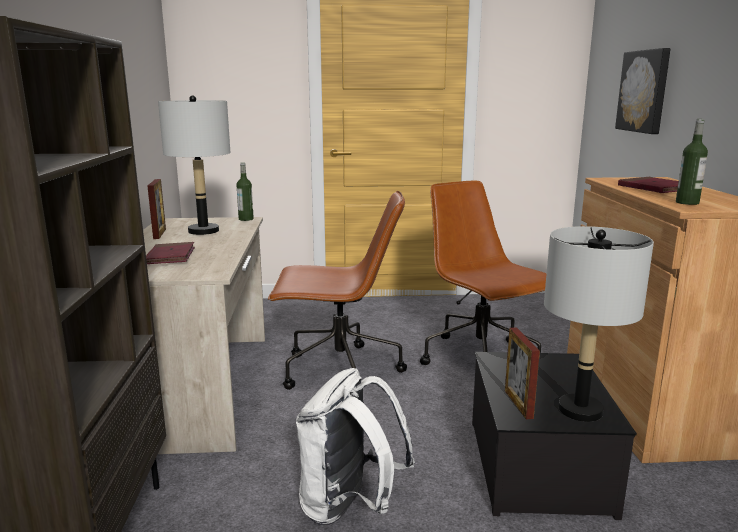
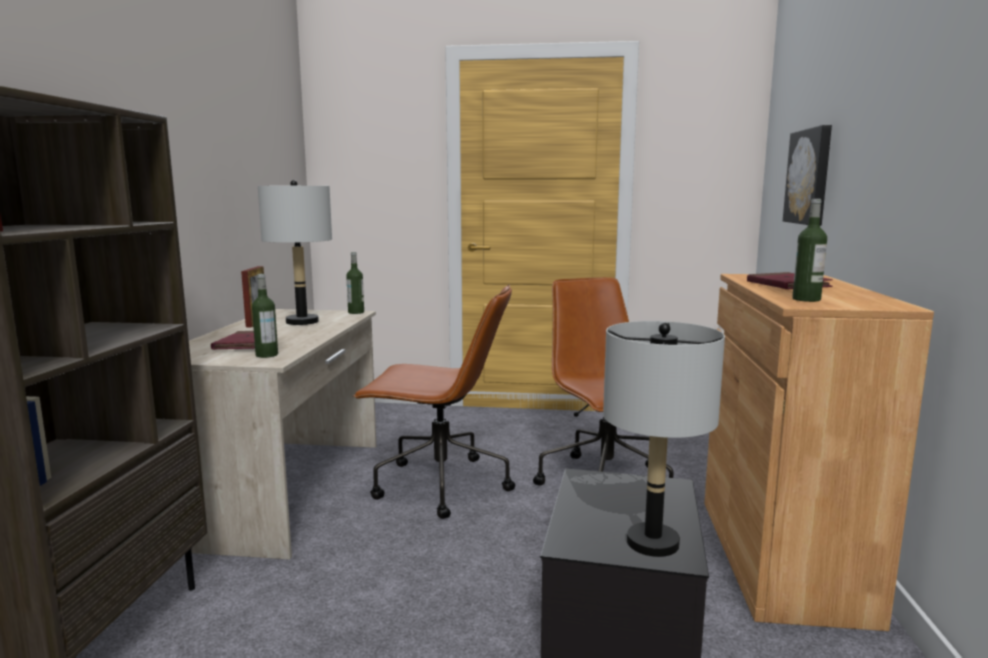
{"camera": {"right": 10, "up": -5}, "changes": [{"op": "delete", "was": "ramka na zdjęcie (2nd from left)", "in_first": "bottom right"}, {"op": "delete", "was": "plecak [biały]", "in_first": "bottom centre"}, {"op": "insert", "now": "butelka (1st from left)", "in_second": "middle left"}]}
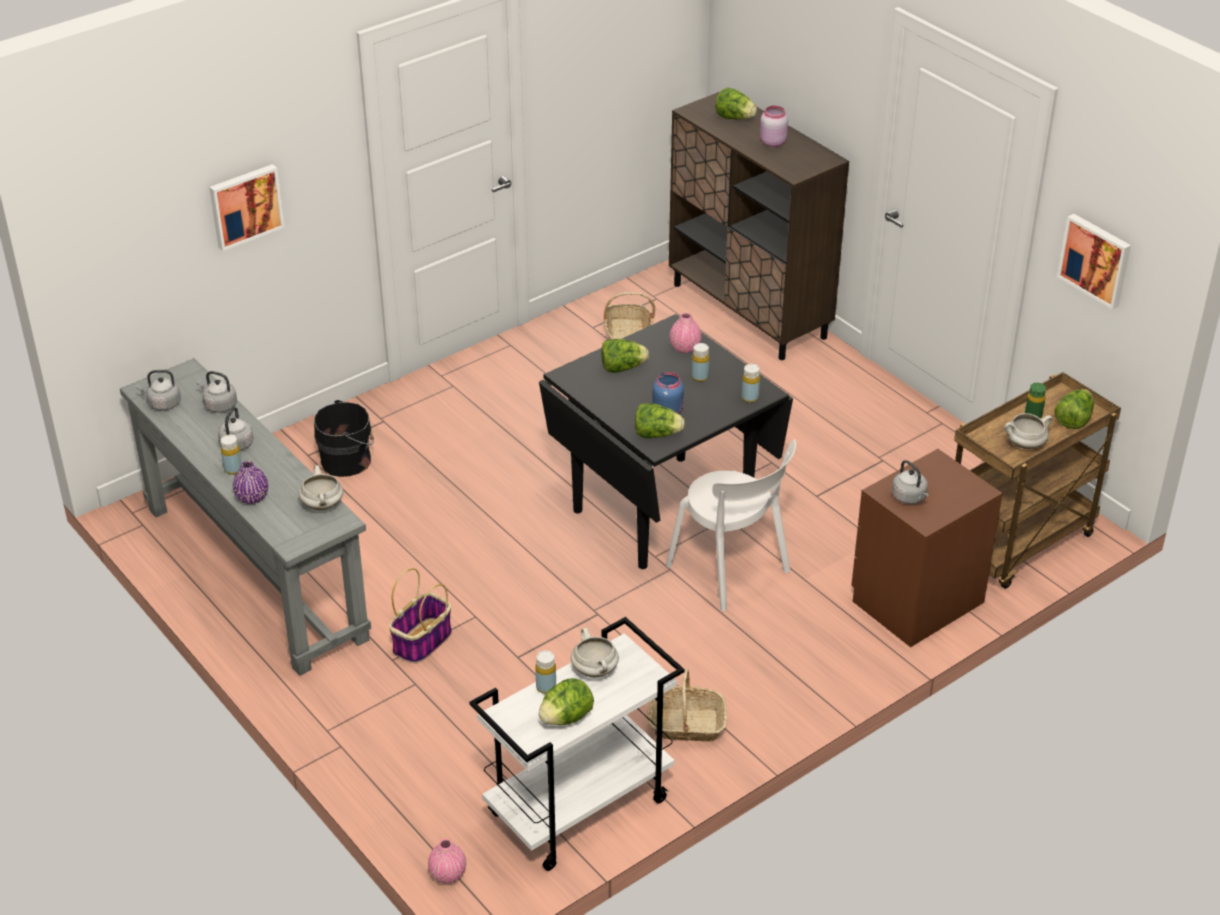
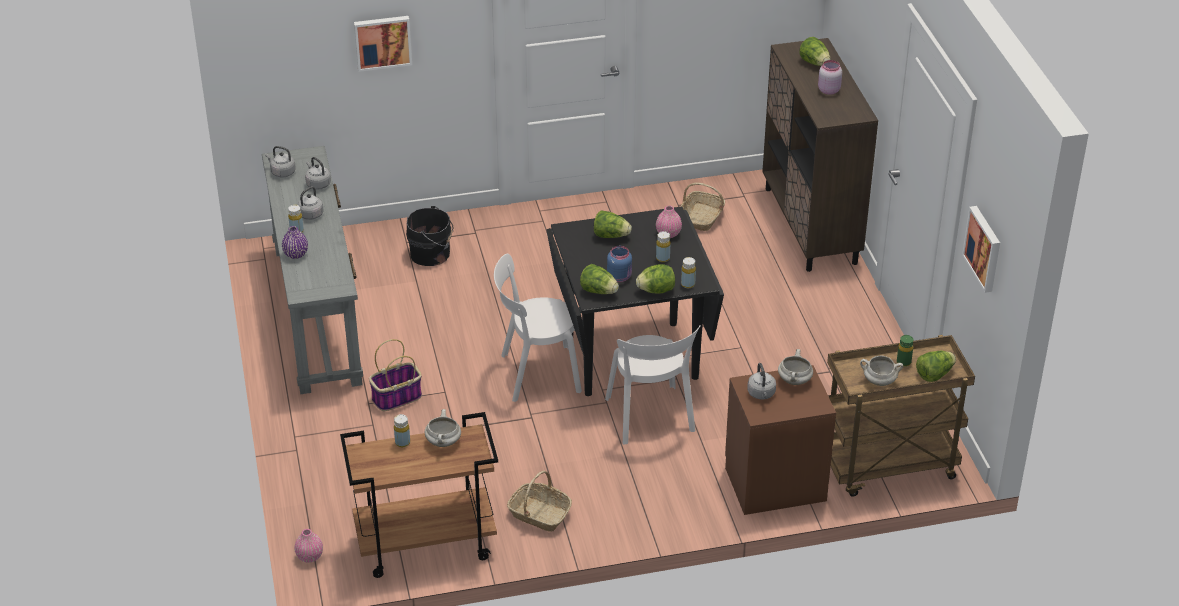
{"camera": {"right": 25, "up": 0}, "changes": [{"op": "move", "was": "garnek [biały] (1st from left in the first image)", "now": "garnek [biały] (2nd from left)", "in_first": "middle left", "in_second": "middle right"}, {"op": "recolor", "was": "wózek [biały]", "now": "wózek [brązowy] (1st from left)", "in_first": "bottom centre", "in_second": "bottom centre"}, {"op": "move", "was": "sałata (1st from left in the first image)", "now": "sałata (3rd from left)", "in_first": "bottom centre", "in_second": "centre"}, {"op": "insert", "now": "krzesło [biały] (1st from left)", "in_second": "centre"}]}
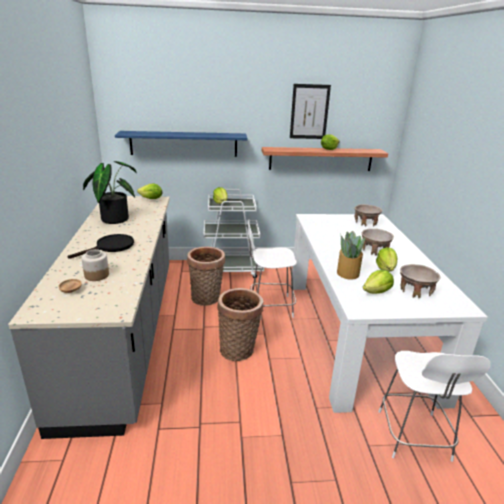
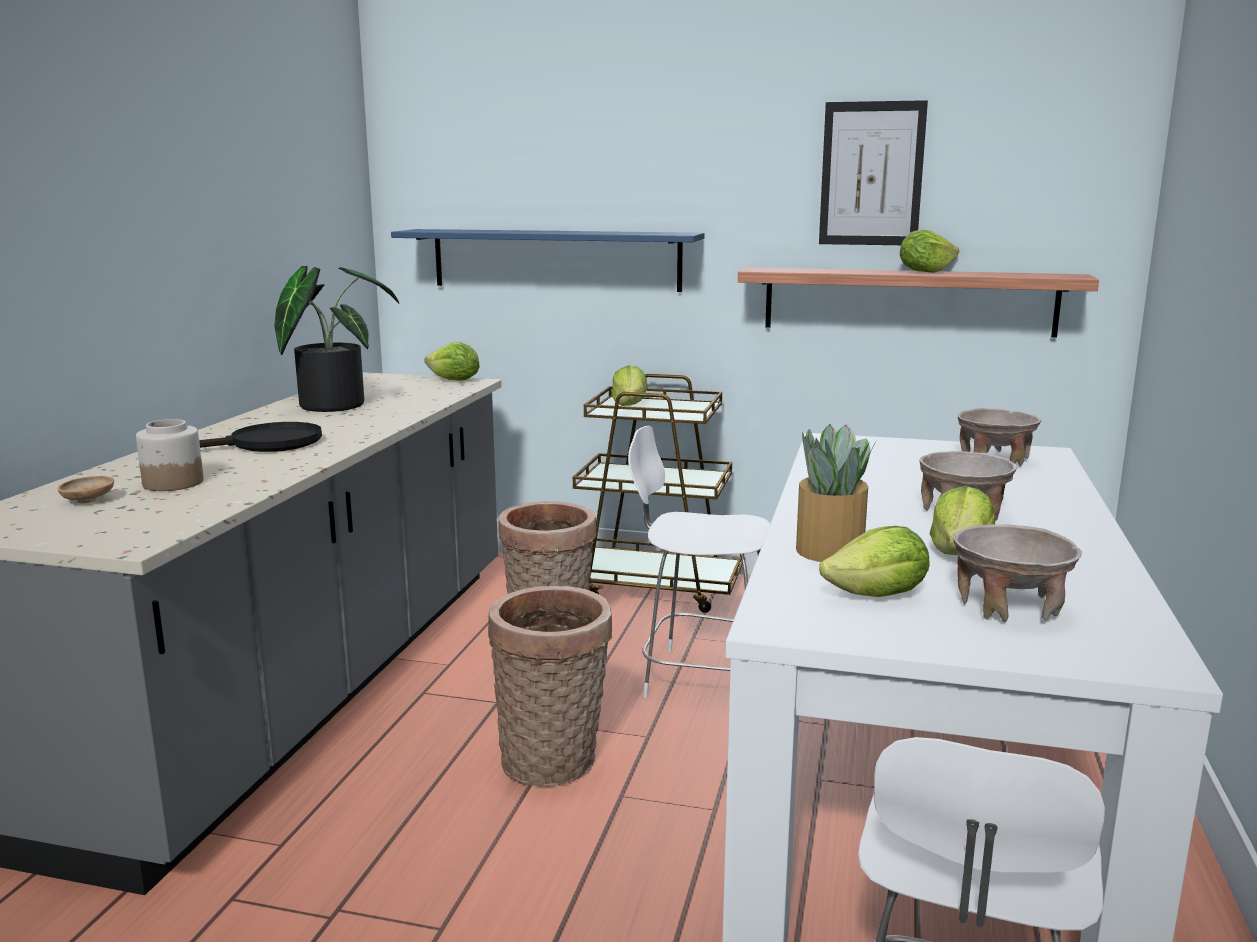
{"camera": {"right": 20, "up": -10}, "changes": [{"op": "recolor", "was": "wózek [biały]", "now": "wózek [brązowy]", "in_first": "centre", "in_second": "centre"}]}
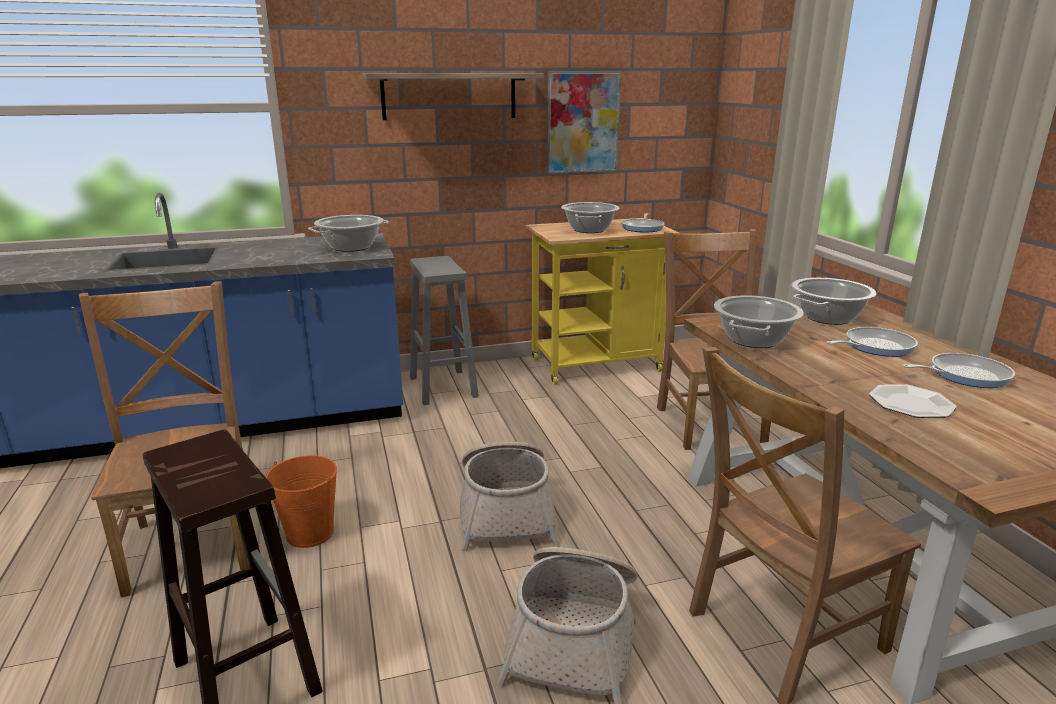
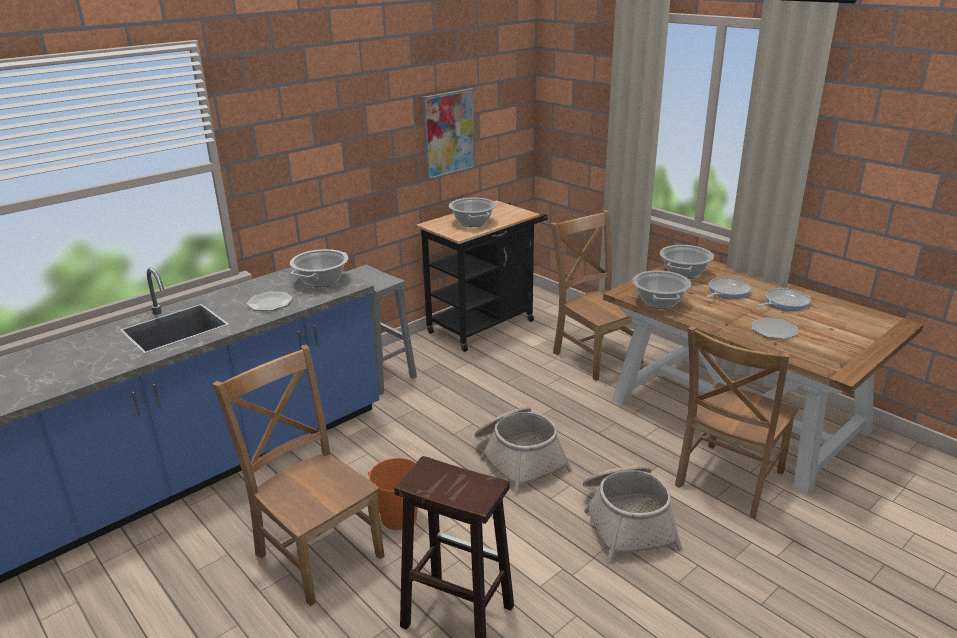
{"camera": {"right": -25, "up": 5}, "changes": [{"op": "delete", "was": "półka", "in_first": "top centre"}, {"op": "delete", "was": "patelnia (1st from left)", "in_first": "top centre"}, {"op": "recolor", "was": "wózek [żółty]", "now": "wózek [czarny]", "in_first": "centre", "in_second": "centre"}, {"op": "insert", "now": "talerz (1st from left)", "in_second": "middle left"}]}
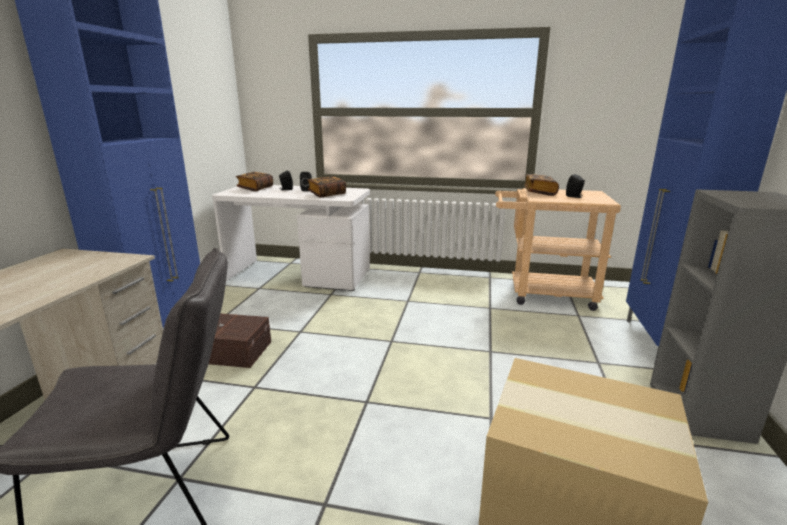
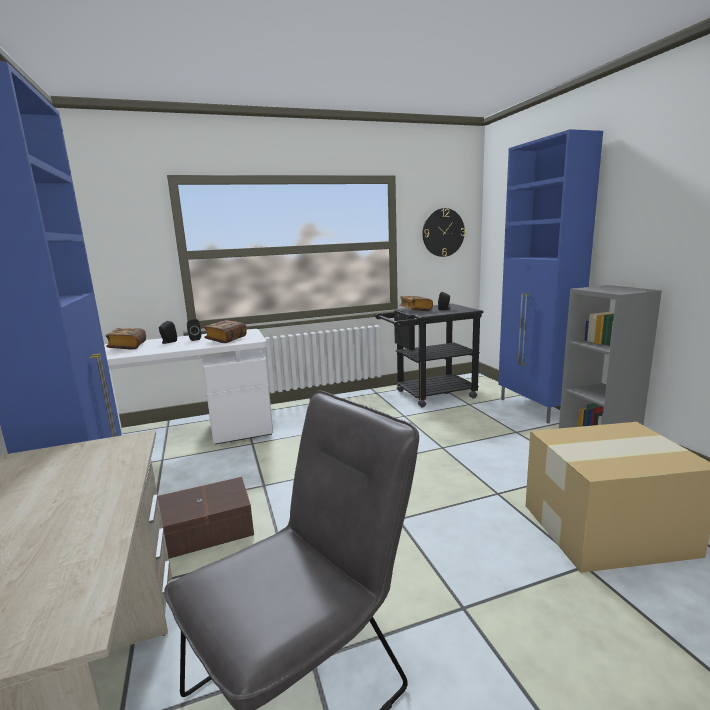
{"camera": {"right": -30, "up": -5}, "changes": [{"op": "recolor", "was": "wózek [beżowy]", "now": "wózek [czarny]", "in_first": "middle right", "in_second": "centre"}, {"op": "insert", "now": "zegar ścienny", "in_second": "top centre"}]}
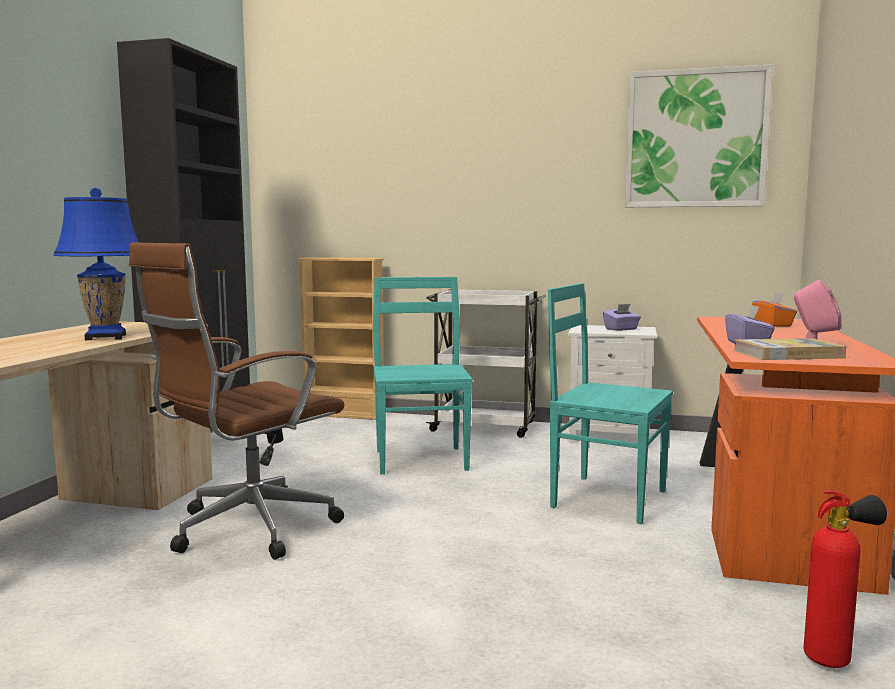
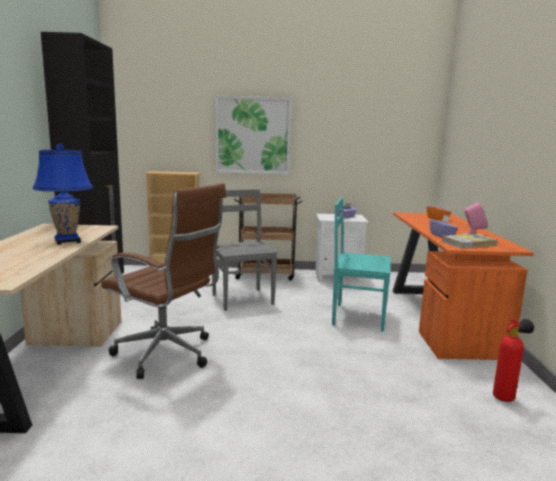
{"camera": {"right": -15, "up": 5}, "changes": [{"op": "move", "was": "obraz", "in_first": "top right", "in_second": "top centre"}, {"op": "rotate", "was": "krzesło biurowe [brązowy]", "in_first": "middle left", "in_second": "middle left", "clockwise": -90}, {"op": "recolor", "was": "krzesło [turkusowy] (1st from left)", "now": "krzesło [szary]", "in_first": "centre", "in_second": "centre"}, {"op": "recolor", "was": "wózek [biały]", "now": "wózek [brązowy]", "in_first": "centre", "in_second": "centre"}]}
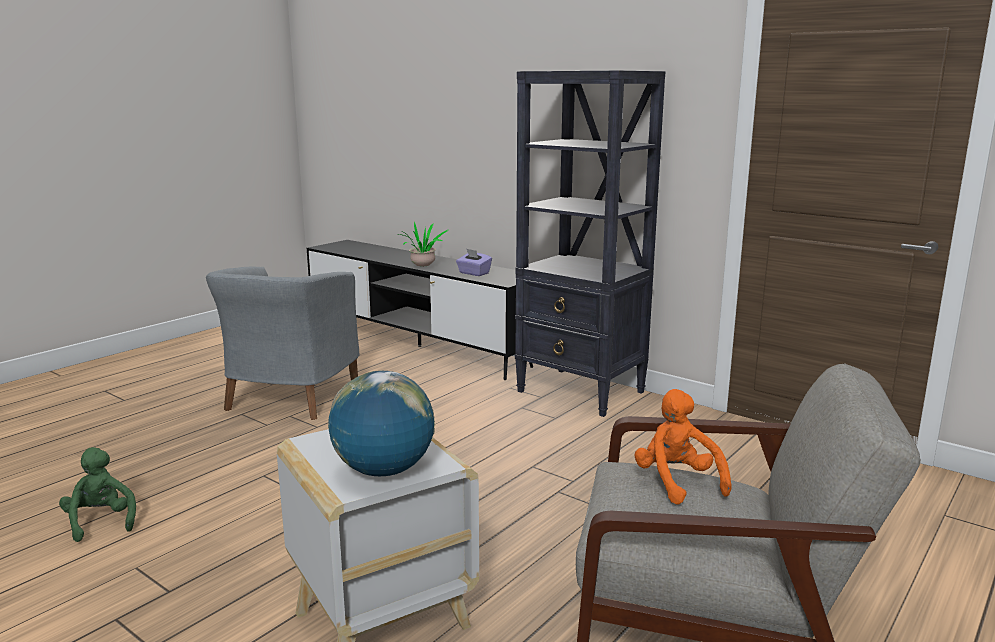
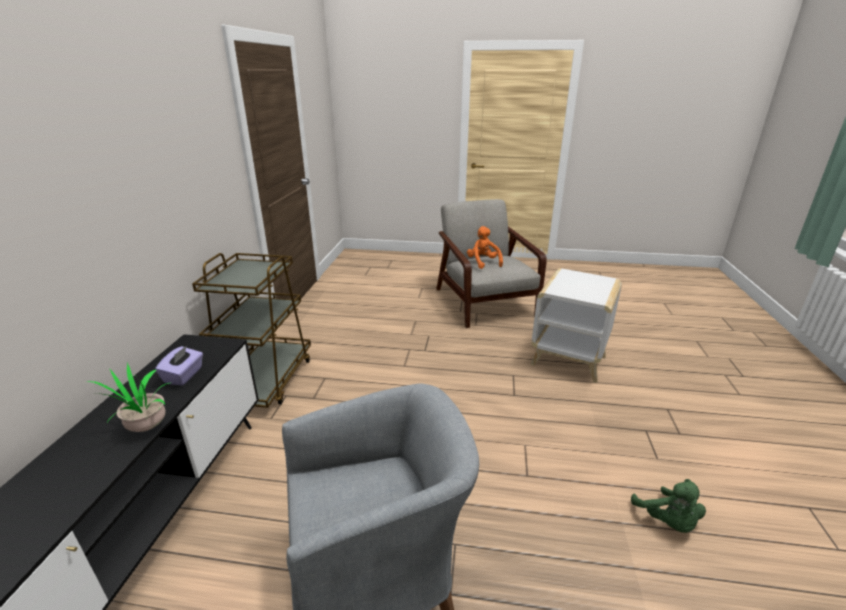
{"camera": {"right": -120, "up": 10}, "changes": [{"op": "replace", "was": "regał [czarny]", "now": "wózek [brązowy]", "in_first": "centre", "in_second": "middle left"}, {"op": "delete", "was": "globus", "in_first": "centre"}, {"op": "rotate", "was": "pluszak [pomarańczowy]", "in_first": "bottom right", "in_second": "centre", "clockwise": 120}, {"op": "rotate", "was": "pluszak [zielony]", "in_first": "bottom left", "in_second": "bottom right", "clockwise": -45}]}
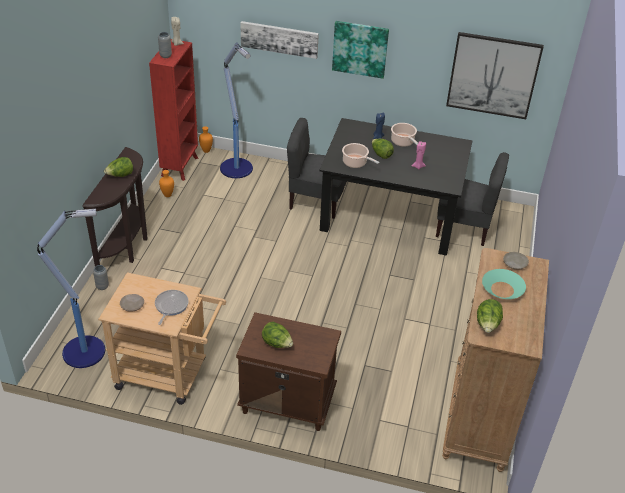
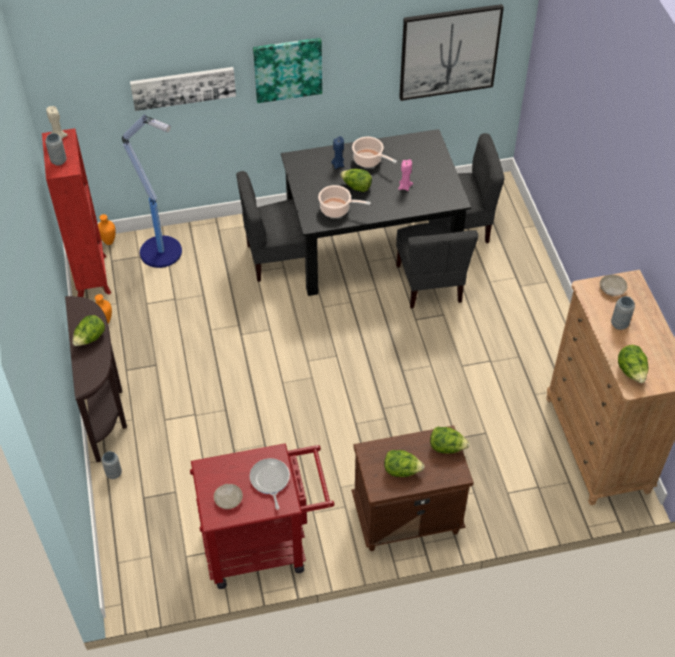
{"camera": {"right": -25, "up": 10}, "changes": [{"op": "delete", "was": "lampa stojąca (1st from left)", "in_first": "middle left"}, {"op": "replace", "was": "miska [turkusowy]", "now": "wazon [szary] (3rd from left)", "in_first": "middle right", "in_second": "middle right"}, {"op": "recolor", "was": "wózek [beżowy]", "now": "wózek [czerwony]", "in_first": "bottom left", "in_second": "bottom centre"}, {"op": "insert", "now": "krzesło [szary] (2nd from left)", "in_second": "centre"}, {"op": "insert", "now": "sałata (4th from left)", "in_second": "bottom right"}]}
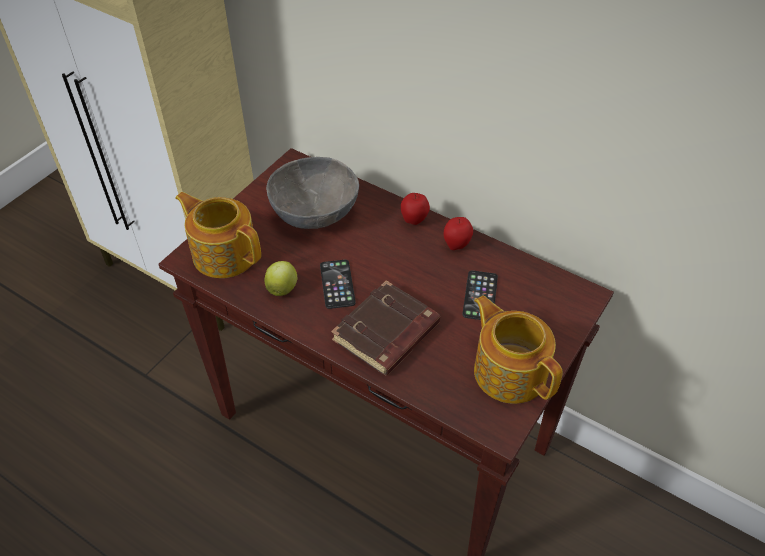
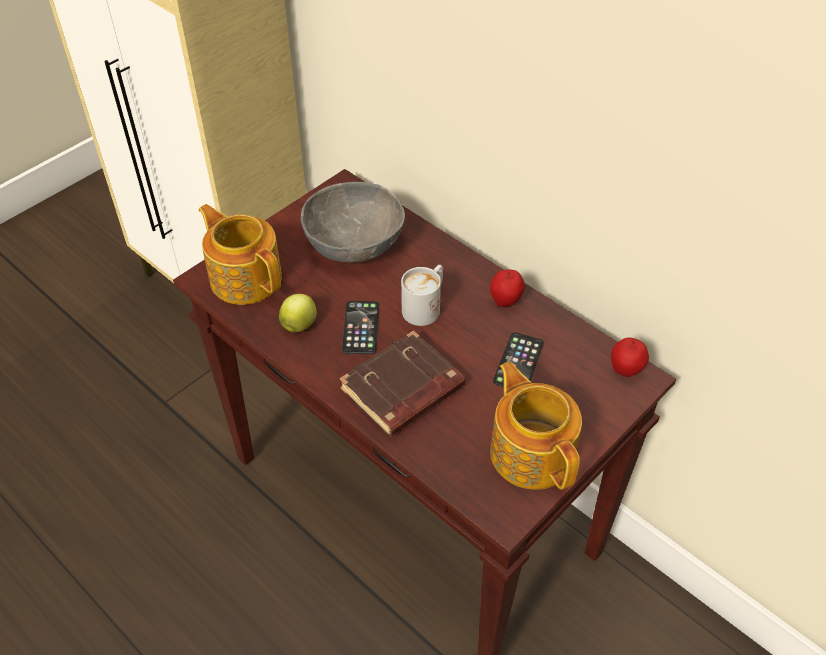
{"camera": {"right": 10, "up": 0}, "changes": [{"op": "move", "was": "jabłko (2nd from left in the first image)", "now": "jabłko (3rd from left)", "in_first": "centre", "in_second": "middle right"}, {"op": "insert", "now": "kubek [biały]", "in_second": "centre"}]}
